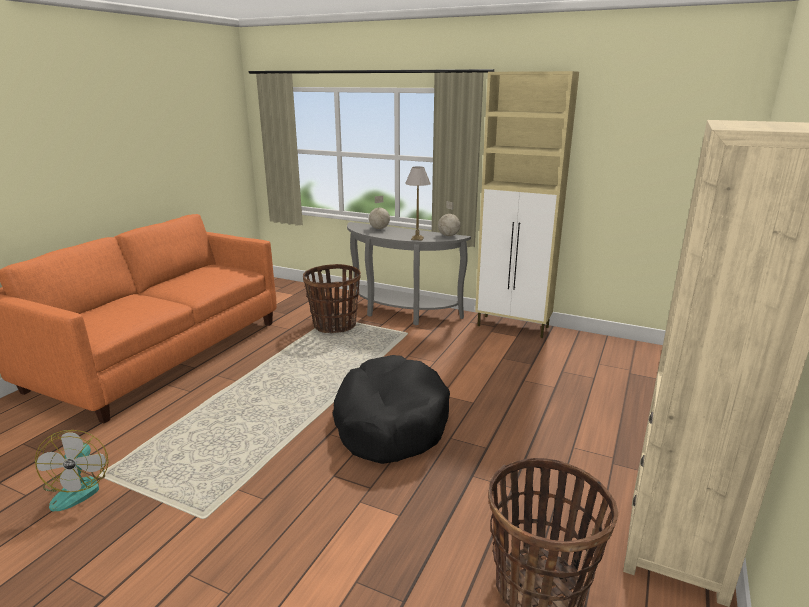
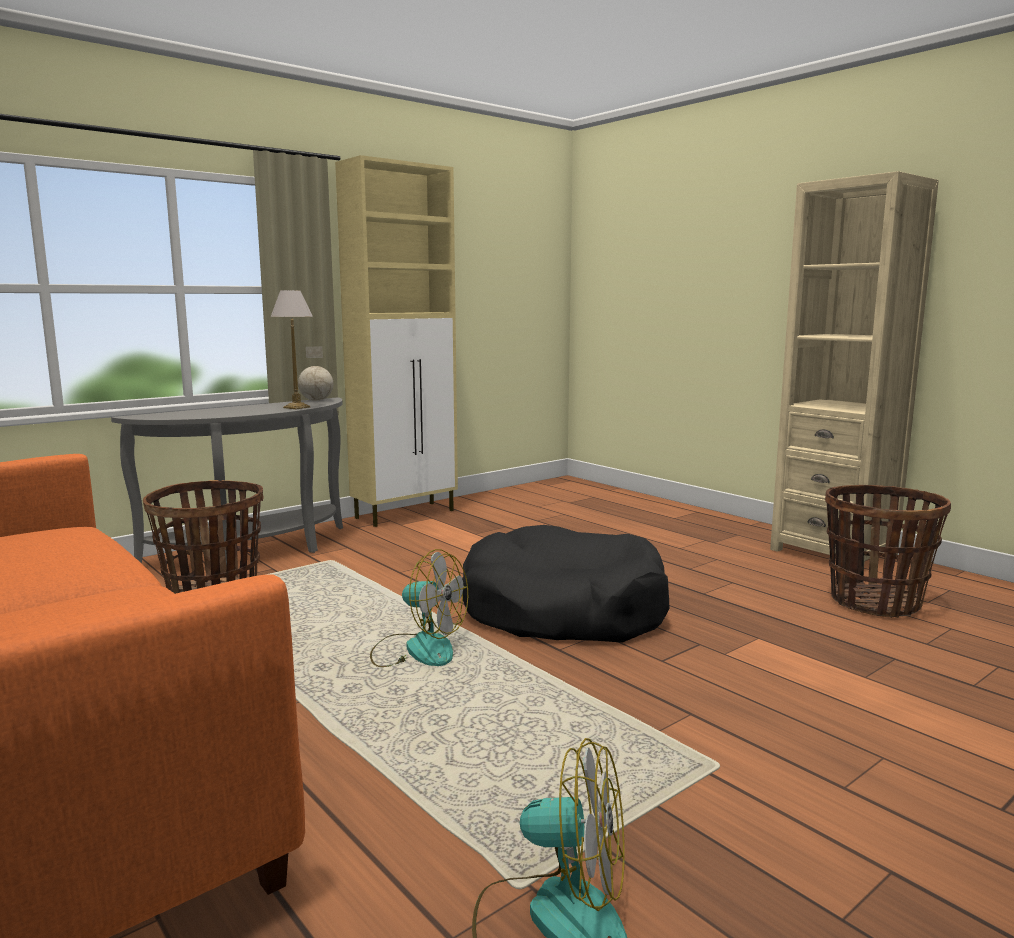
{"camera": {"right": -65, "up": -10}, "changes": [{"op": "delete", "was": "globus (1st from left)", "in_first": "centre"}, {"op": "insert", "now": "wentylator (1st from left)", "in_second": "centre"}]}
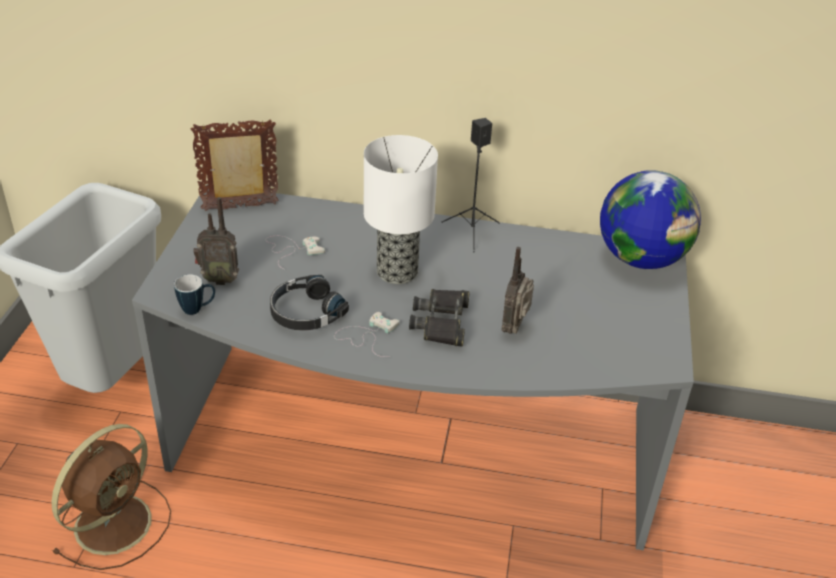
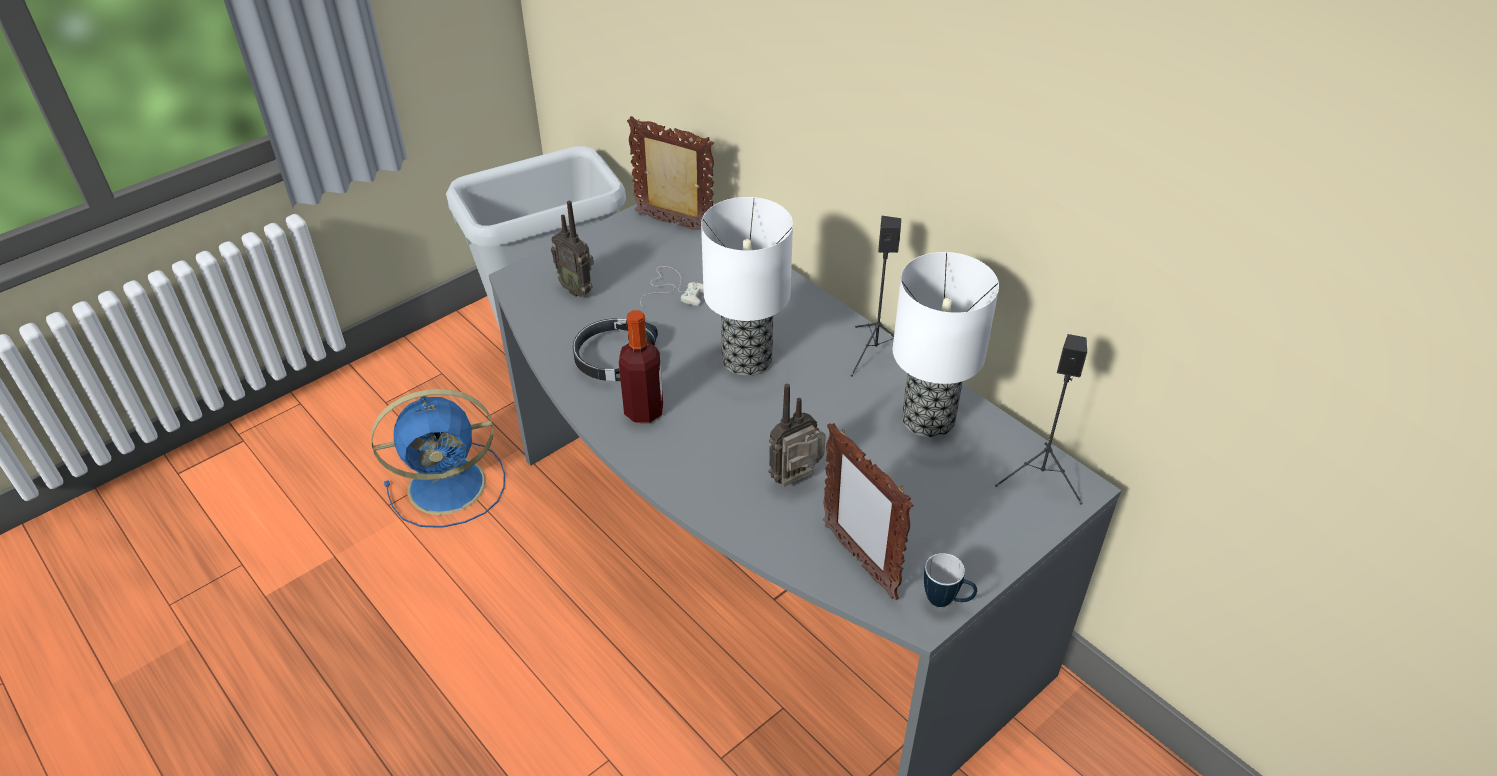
{"camera": {"right": 40, "up": 5}, "changes": [{"op": "replace", "was": "globus", "now": "głośnik [czarny] (2nd from left)", "in_first": "middle right", "in_second": "middle right"}, {"op": "move", "was": "kubek", "in_first": "middle left", "in_second": "bottom centre"}, {"op": "delete", "was": "lornetka [czarny]", "in_first": "centre"}, {"op": "replace", "was": "pad do gier [biały] (2nd from left)", "now": "butelka", "in_first": "centre", "in_second": "centre"}, {"op": "recolor", "was": "wentylator [brązowy]", "now": "wentylator [niebieski]", "in_first": "bottom left", "in_second": "middle left"}, {"op": "insert", "now": "lampa stołowa (2nd from left)", "in_second": "centre"}, {"op": "insert", "now": "ramka na zdjęcie (2nd from left)", "in_second": "centre"}]}
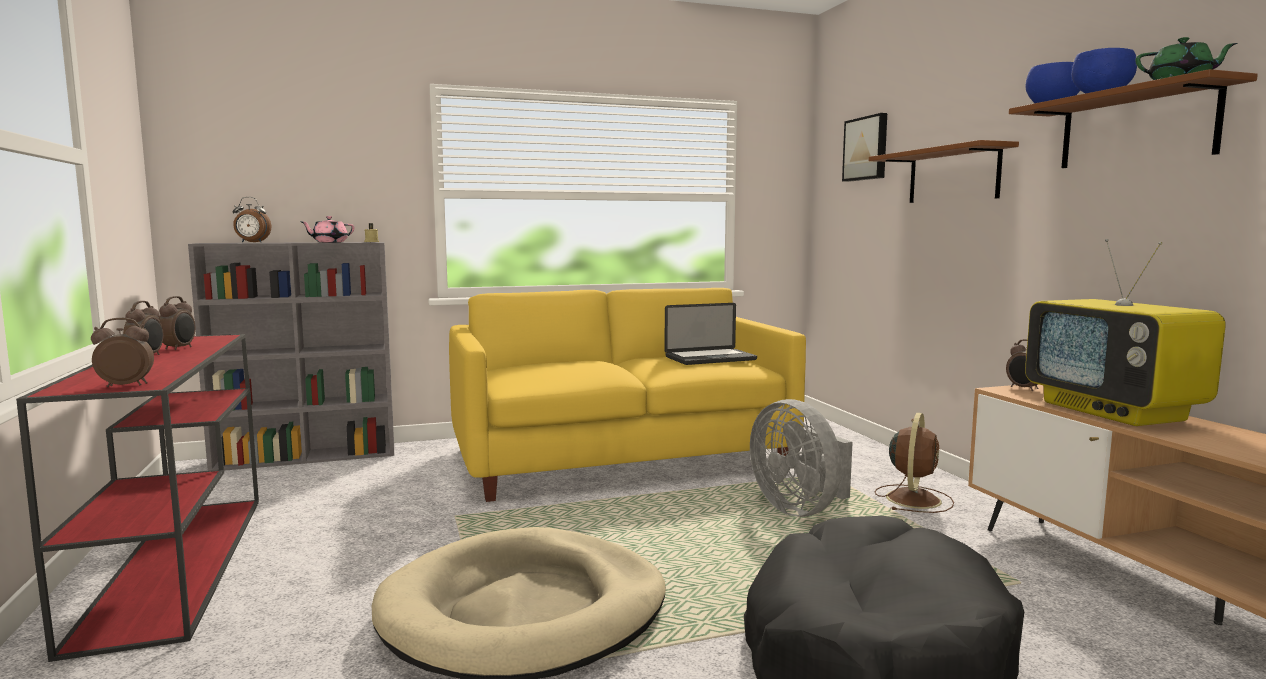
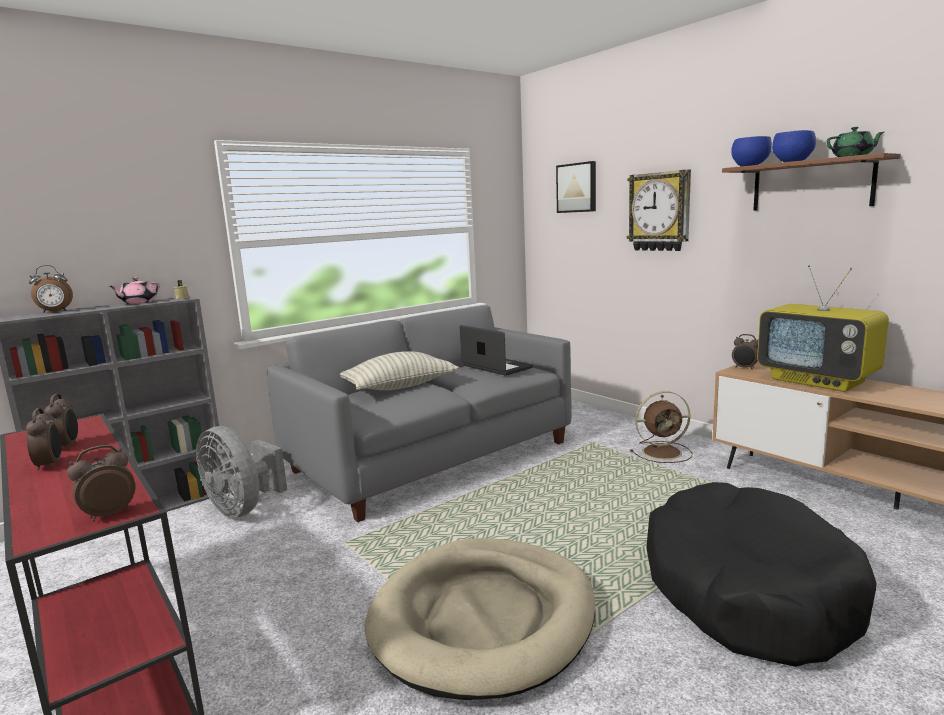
{"camera": {"right": -20, "up": 5}, "changes": [{"op": "replace", "was": "półka [brązowy] (1st from left)", "now": "zegar ścienny", "in_first": "top right", "in_second": "top right"}, {"op": "recolor", "was": "kanapa [żółty]", "now": "kanapa [szary]", "in_first": "centre", "in_second": "centre"}, {"op": "rotate", "was": "laptop", "in_first": "centre", "in_second": "centre", "clockwise": -90}, {"op": "move", "was": "wentylator [szary]", "in_first": "bottom centre", "in_second": "middle left"}, {"op": "rotate", "was": "wentylator [brązowy]", "in_first": "bottom right", "in_second": "middle right", "clockwise": 75}, {"op": "insert", "now": "poduszka", "in_second": "centre"}]}
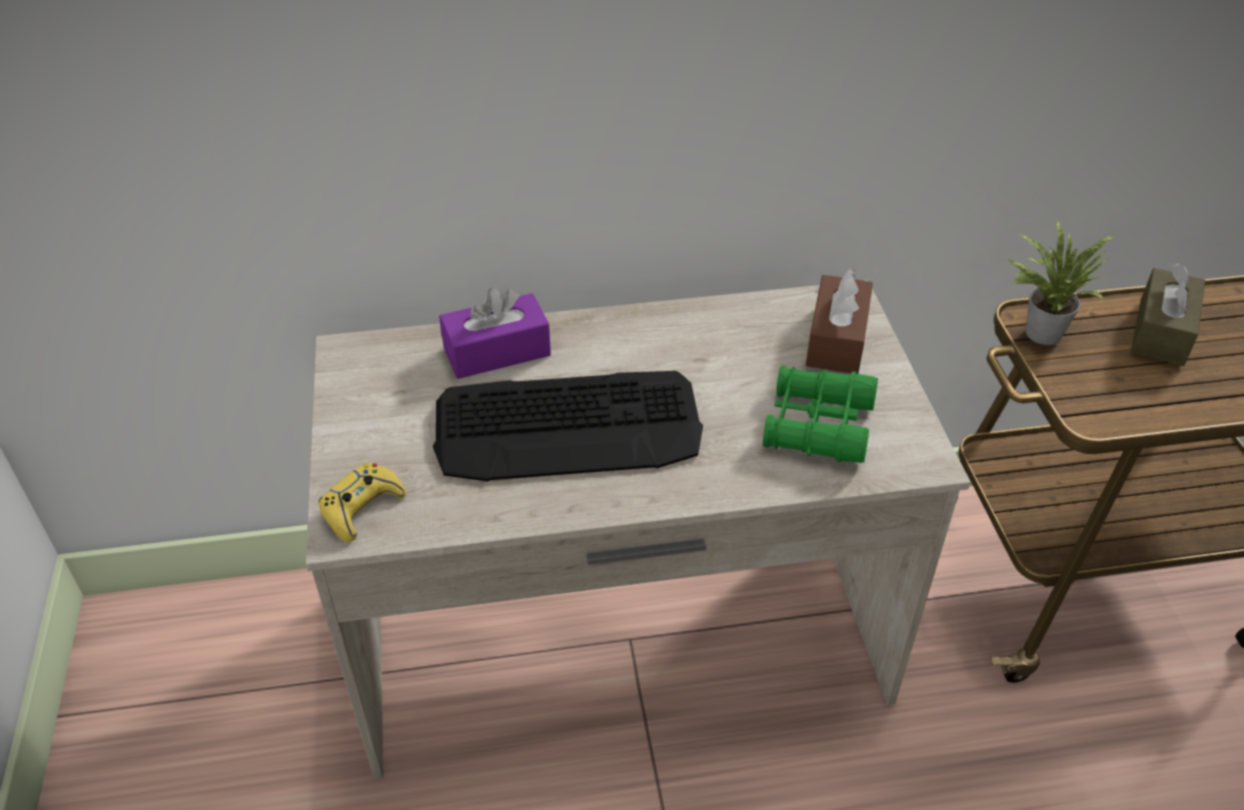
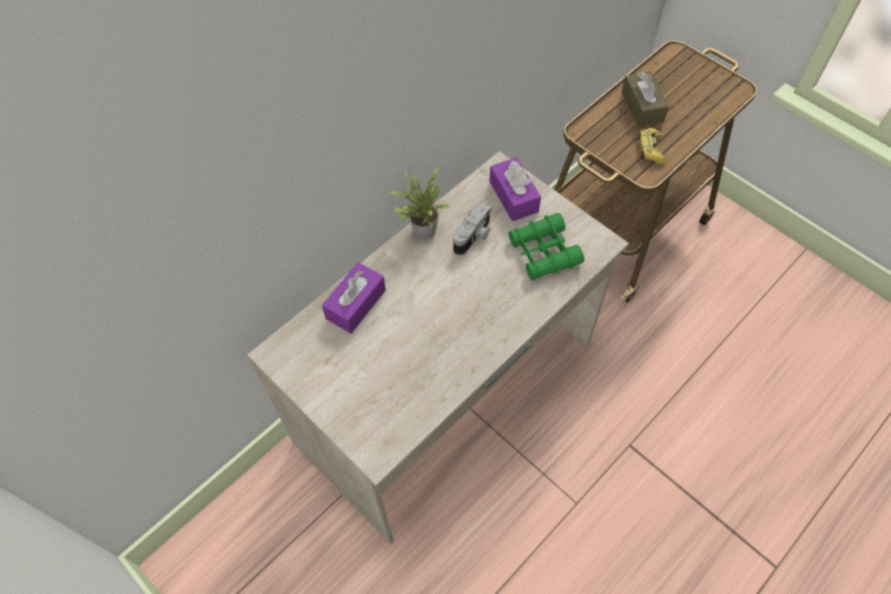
{"camera": {"right": -35, "up": 15}, "changes": [{"op": "move", "was": "roślina doniczkowa", "in_first": "middle right", "in_second": "centre"}, {"op": "recolor", "was": "pudełko chusteczek [brązowy] (1st from left)", "now": "pudełko chusteczek [fioletowy] (2nd from left)", "in_first": "middle right", "in_second": "top centre"}, {"op": "delete", "was": "klawiatura", "in_first": "centre"}, {"op": "move", "was": "pad do gier [żółty]", "in_first": "middle left", "in_second": "top right"}, {"op": "insert", "now": "aparat fotograficzny", "in_second": "centre"}]}
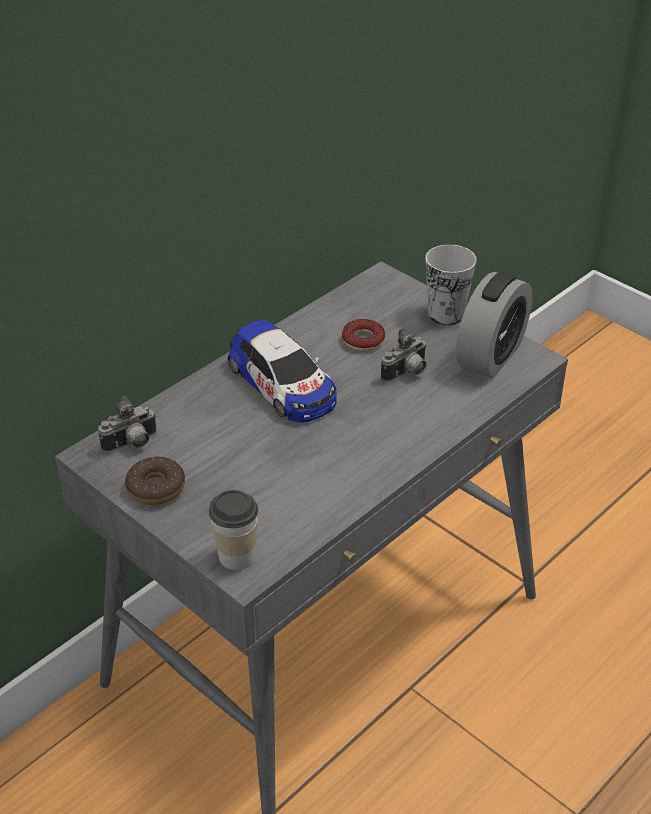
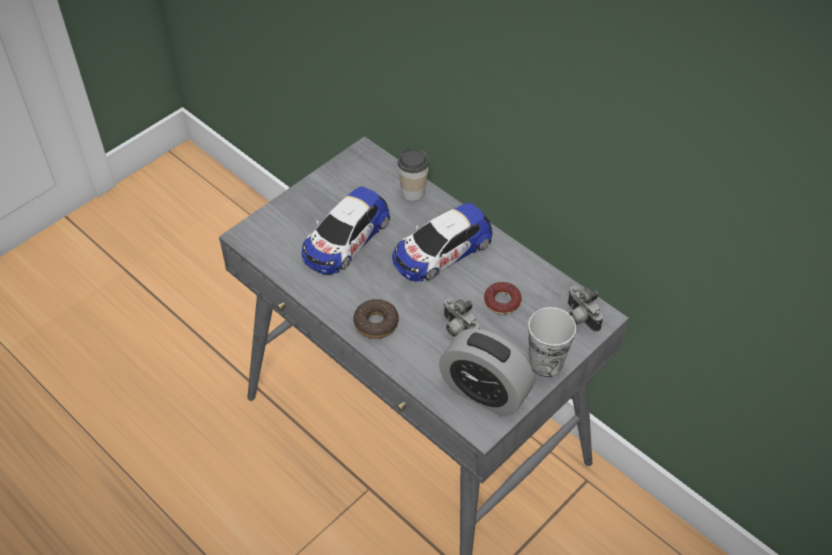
{"camera": {"right": 90, "up": 10}, "changes": [{"op": "move", "was": "aparat fotograficzny (1st from left in the first image)", "now": "aparat fotograficzny (2nd from left)", "in_first": "middle left", "in_second": "middle right"}, {"op": "move", "was": "donut (1st from left)", "in_first": "middle left", "in_second": "centre"}, {"op": "move", "was": "filiżanka (1st from left)", "in_first": "centre", "in_second": "top centre"}, {"op": "insert", "now": "samochodzik (1st from left)", "in_second": "centre"}]}
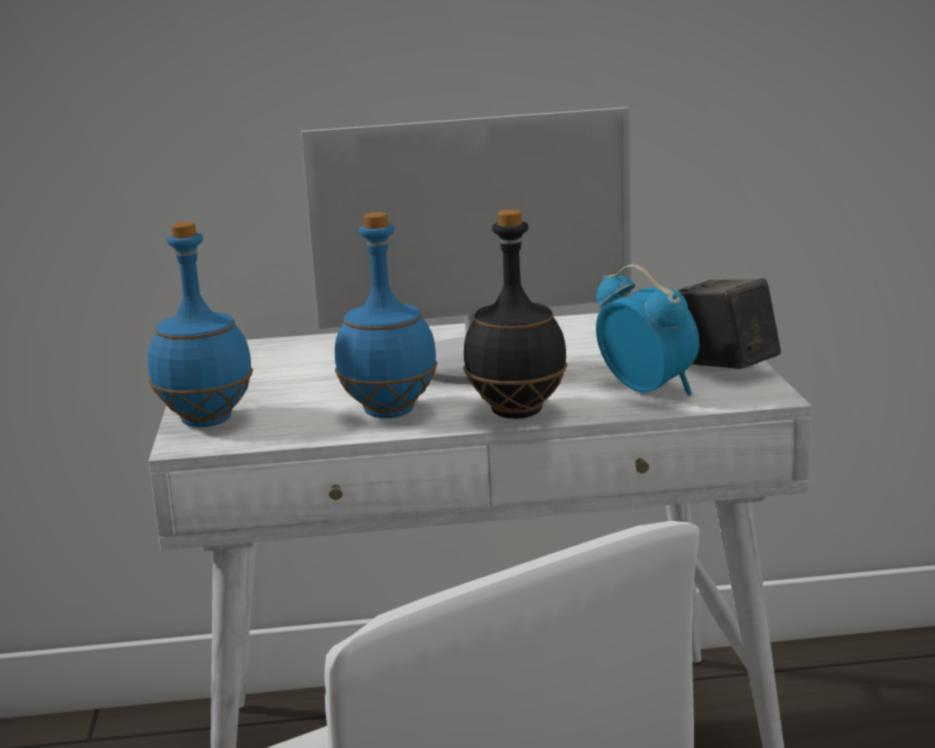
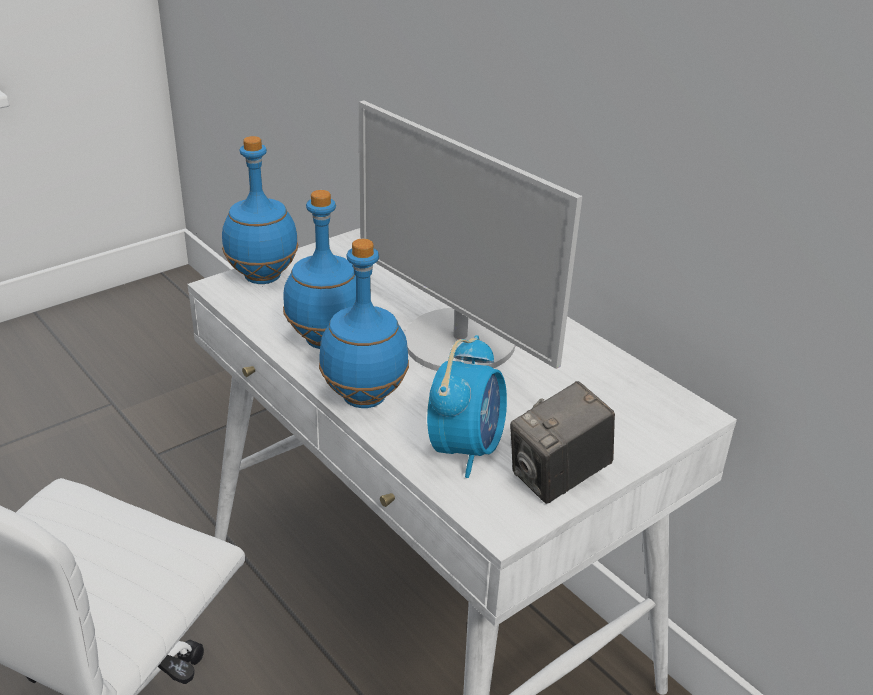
{"camera": {"right": 55, "up": 15}, "changes": [{"op": "recolor", "was": "butelka [czarny]", "now": "butelka [niebieski] (3rd from left)", "in_first": "centre", "in_second": "centre"}, {"op": "rotate", "was": "aparat fotograficzny", "in_first": "middle right", "in_second": "centre", "clockwise": -150}]}
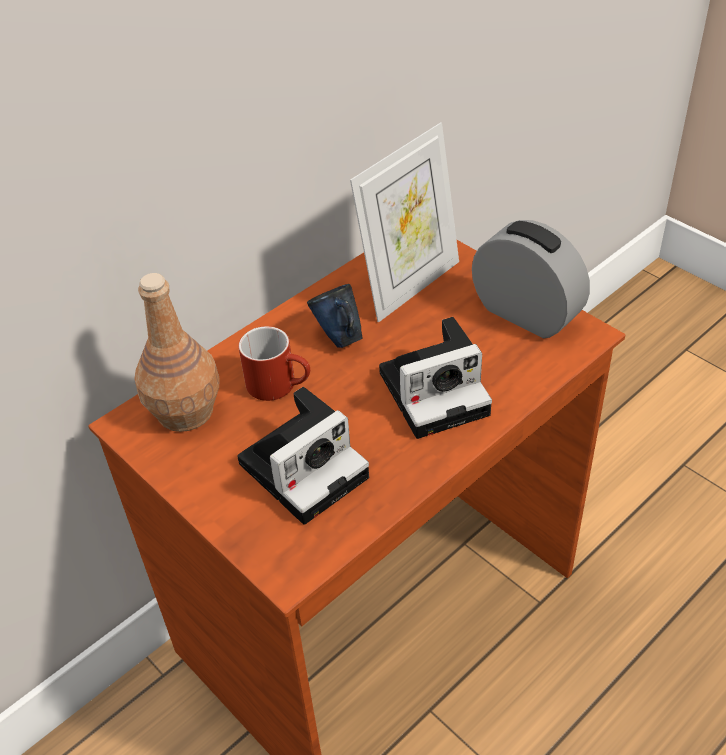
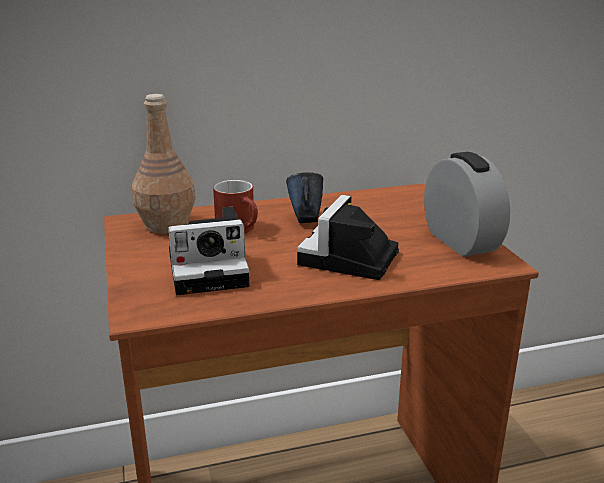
{"camera": {"right": 25, "up": -20}, "changes": [{"op": "delete", "was": "ramka na zdjęcie", "in_first": "top centre"}, {"op": "rotate", "was": "aparat fotograficzny (2nd from left)", "in_first": "centre", "in_second": "centre", "clockwise": 105}]}
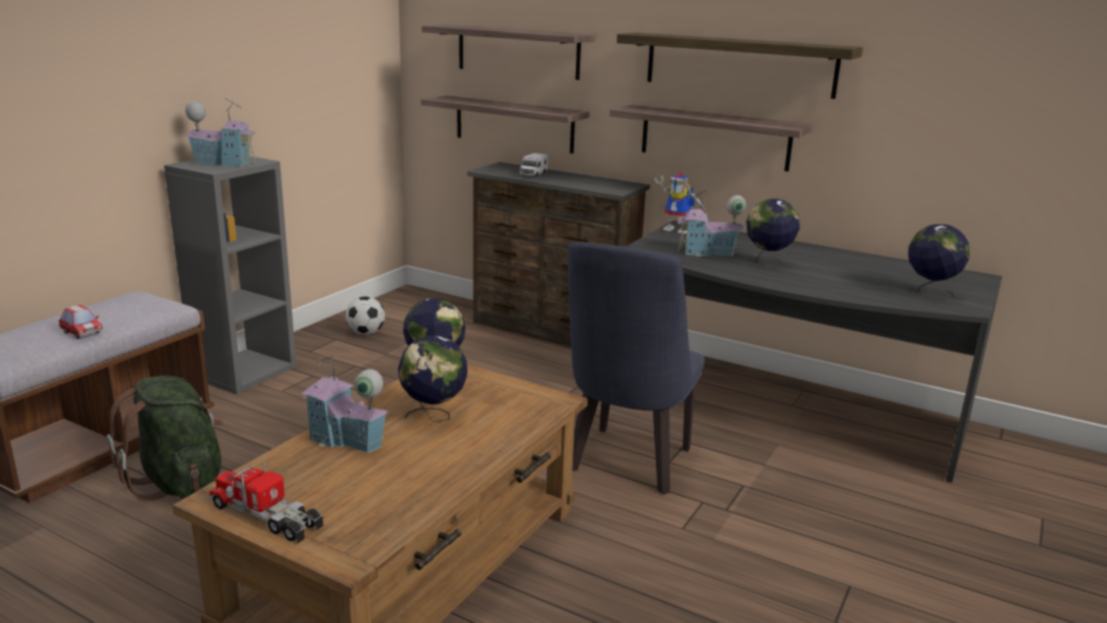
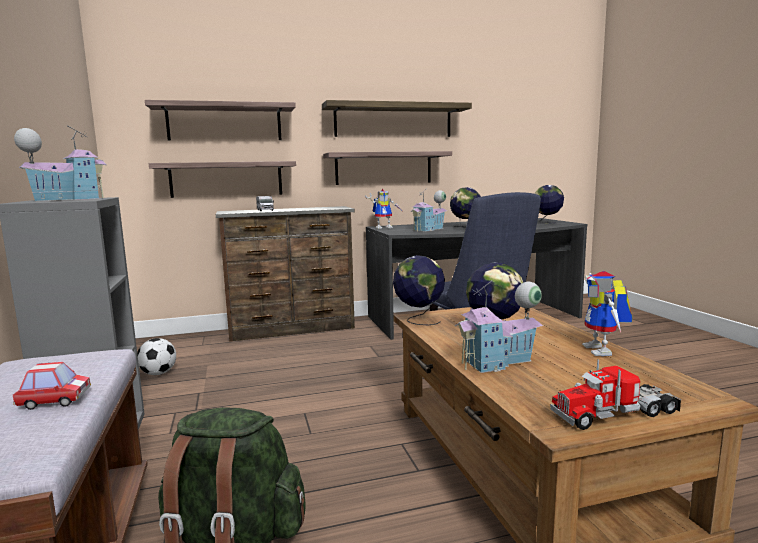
{"camera": {"right": -45, "up": -10}, "changes": [{"op": "insert", "now": "robot zabawkowy (2nd from left)", "in_second": "middle right"}]}
